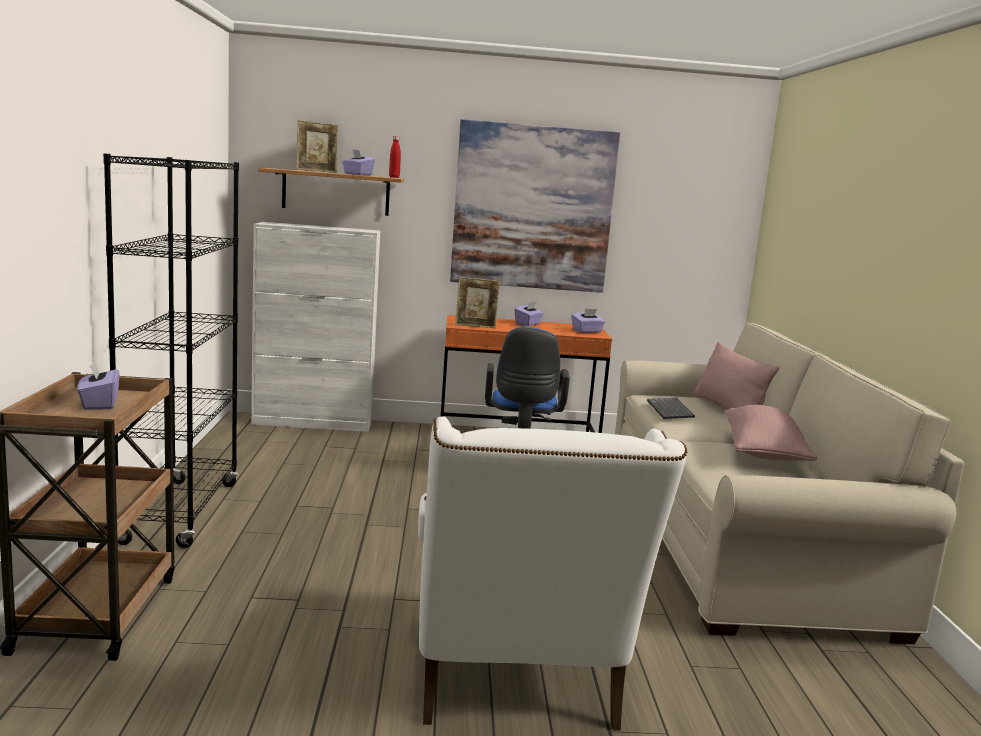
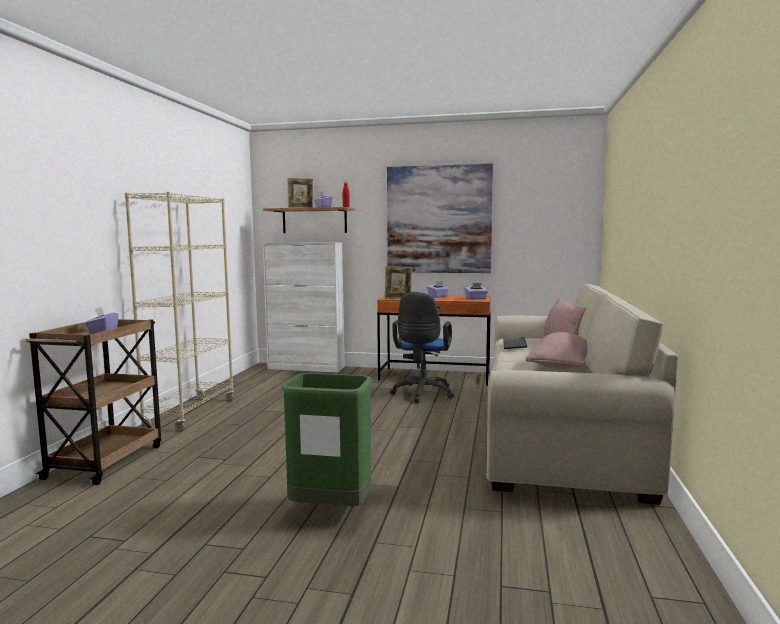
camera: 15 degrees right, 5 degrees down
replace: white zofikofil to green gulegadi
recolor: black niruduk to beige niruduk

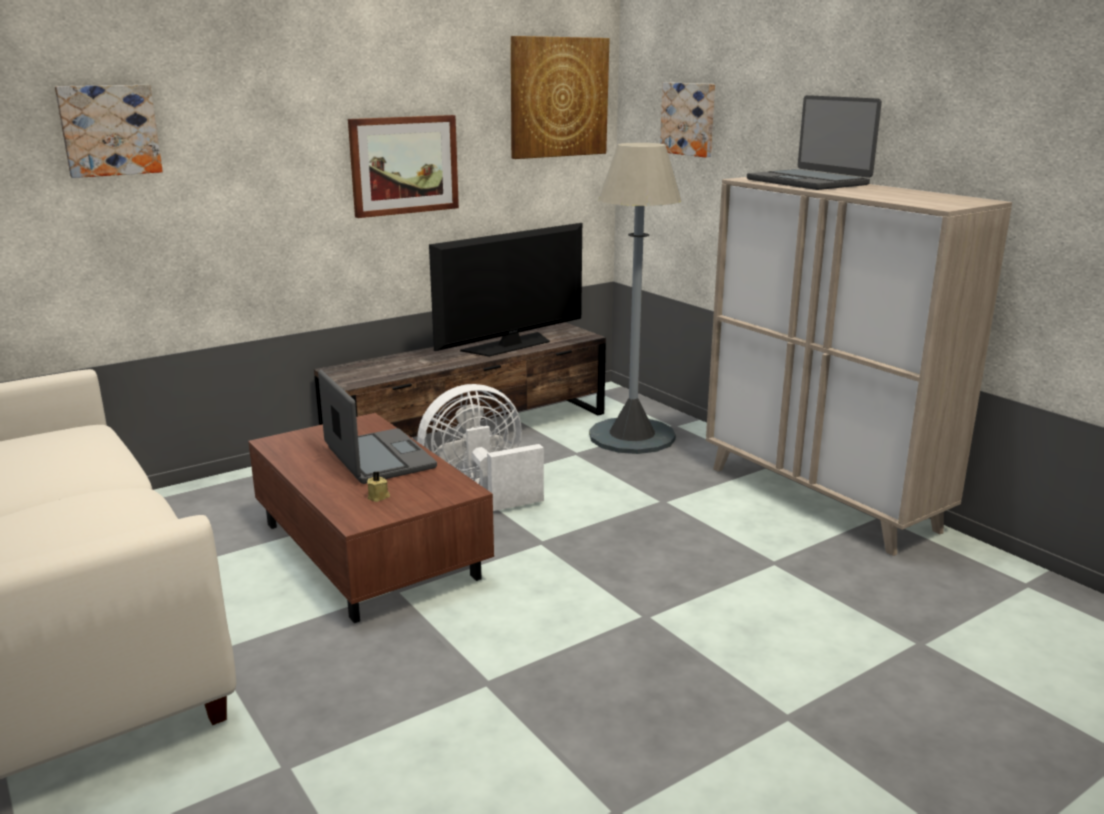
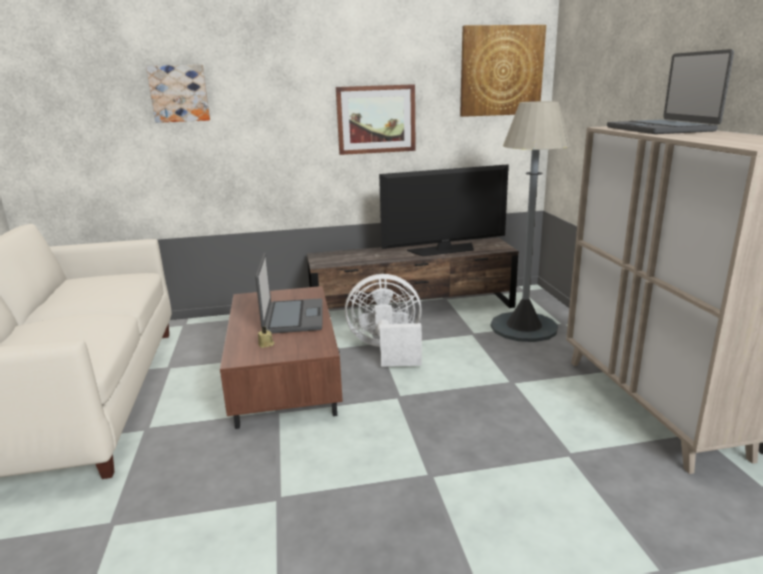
camera: 25 degrees right, 0 degrees up
delete: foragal (4th from left)

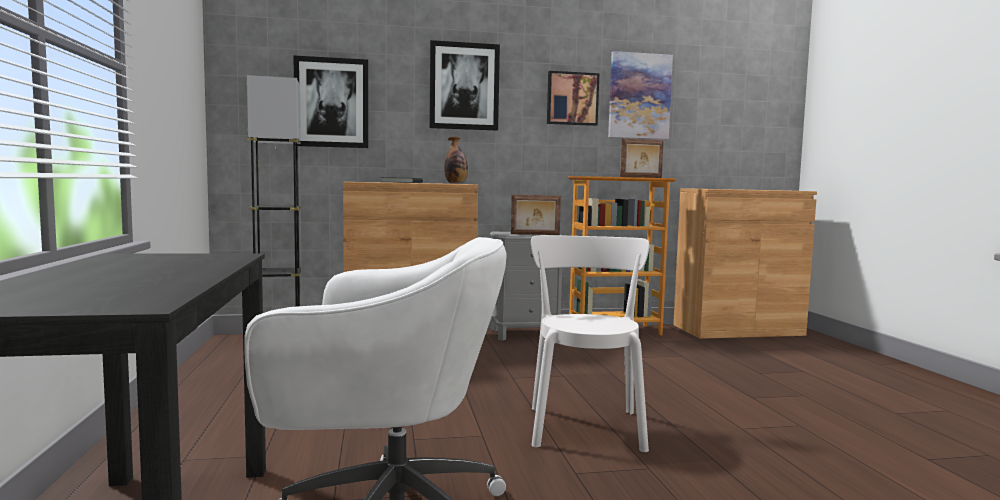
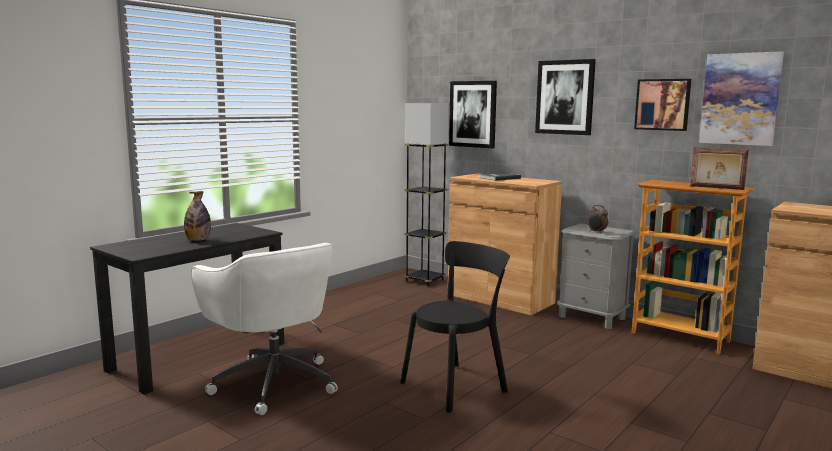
camera: 50 degrees right, 5 degrees up
move: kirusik
replace: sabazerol (1st from left) to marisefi
recolor: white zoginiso to black zoginiso

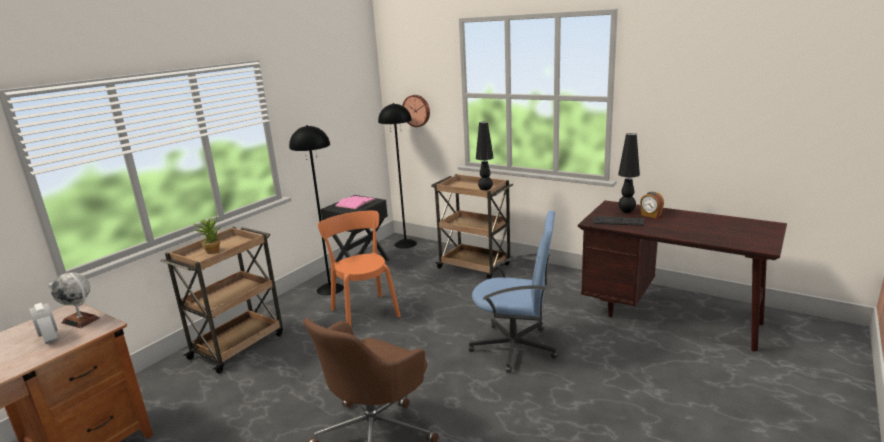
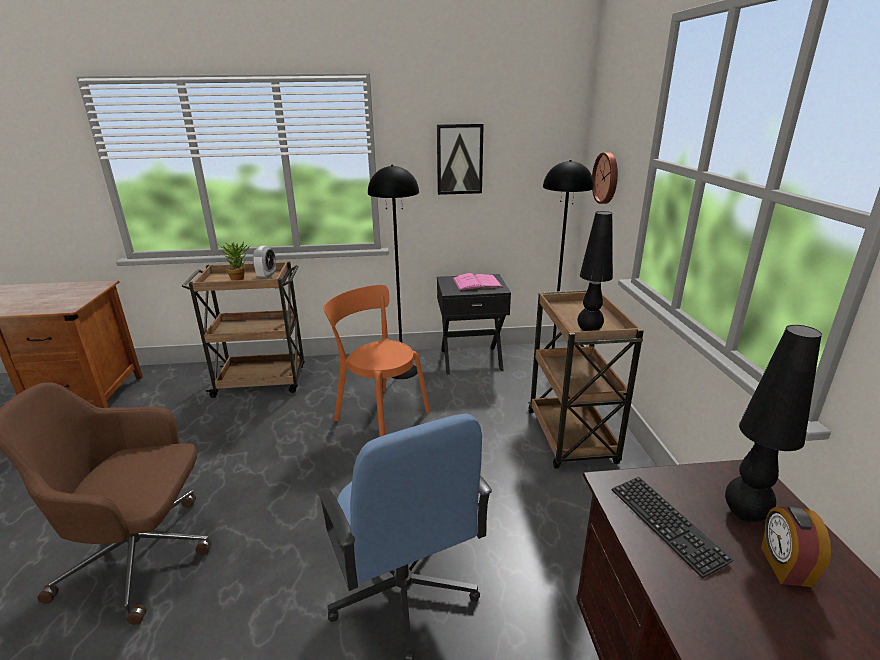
camera: 50 degrees right, 5 degrees up
delete: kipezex
insert: foragal
move: marisefi (1st from left)
rotate: orange zoginiso 75 degrees counterclockwise

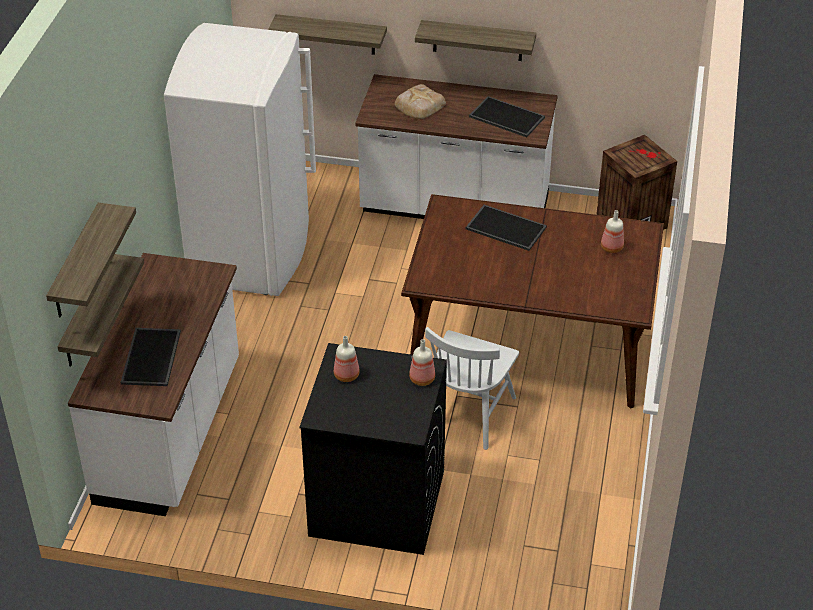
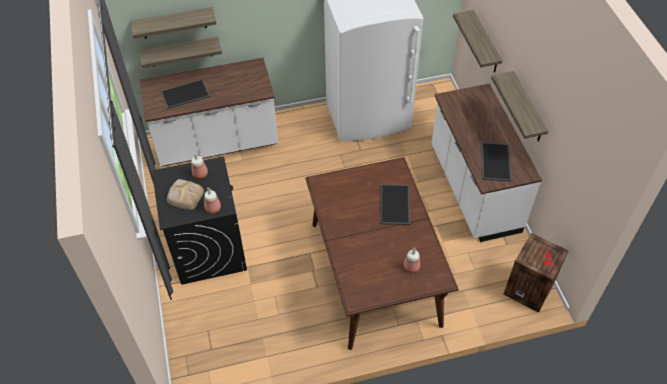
camera: 65 degrees right, 10 degrees up
delete: white zoginiso
move: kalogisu

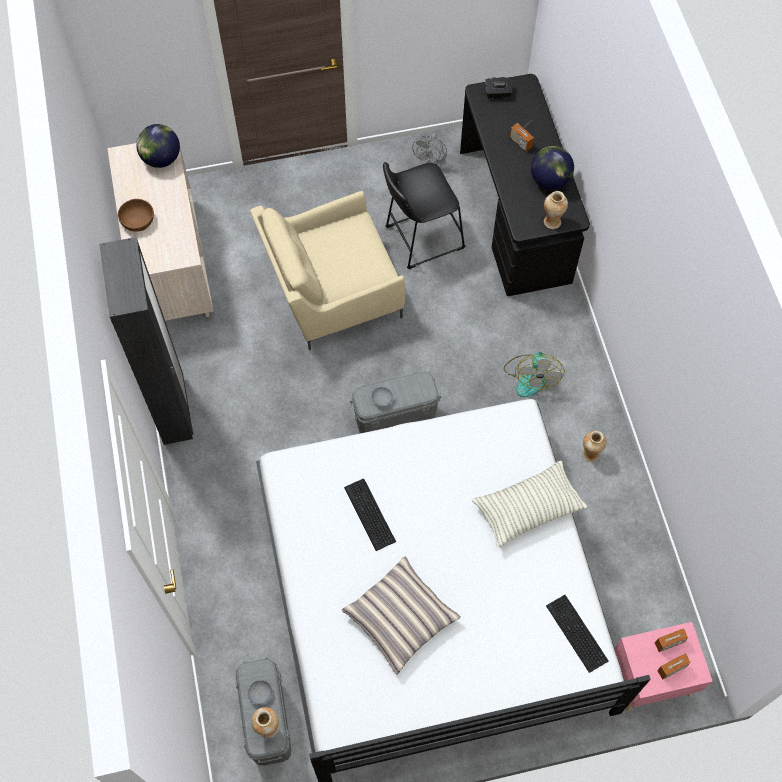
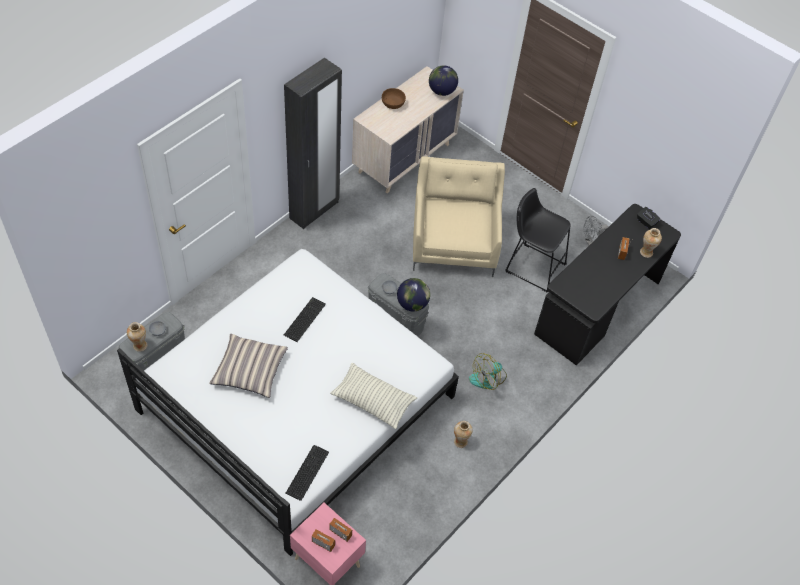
camera: 50 degrees right, 10 degrees down
move: kipezex (2nd from left in the first image) to kipezex (1st from left); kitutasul (2nd from left in the first image) to kitutasul (3rd from left)
rotate: beige zofikofil 60 degrees clockwise

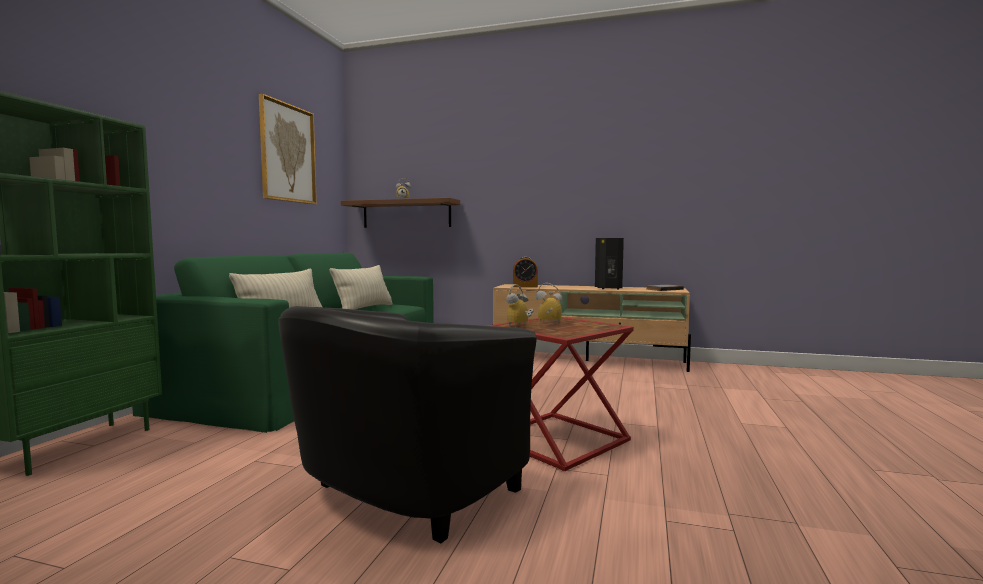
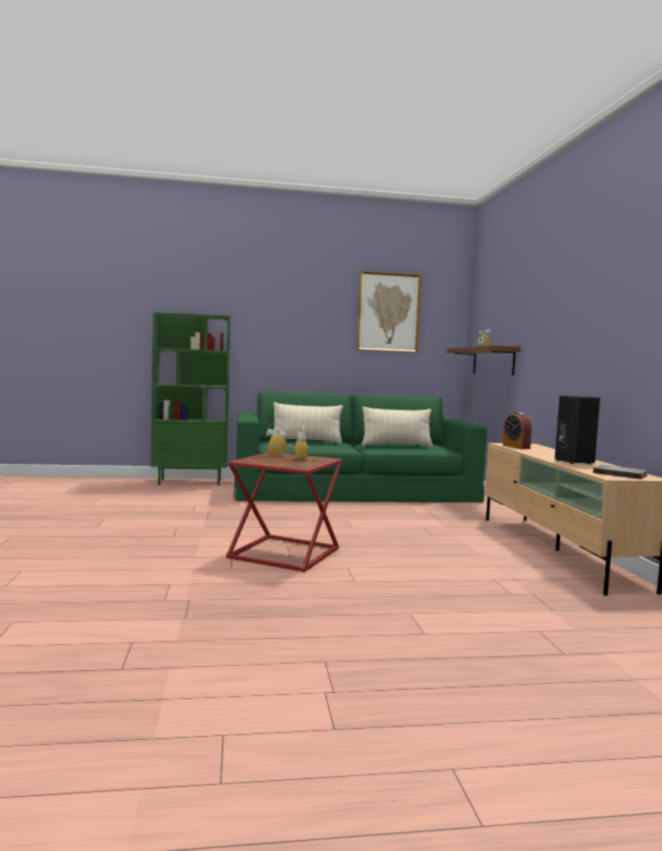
camera: 65 degrees right, 0 degrees up
delete: black zofikofil

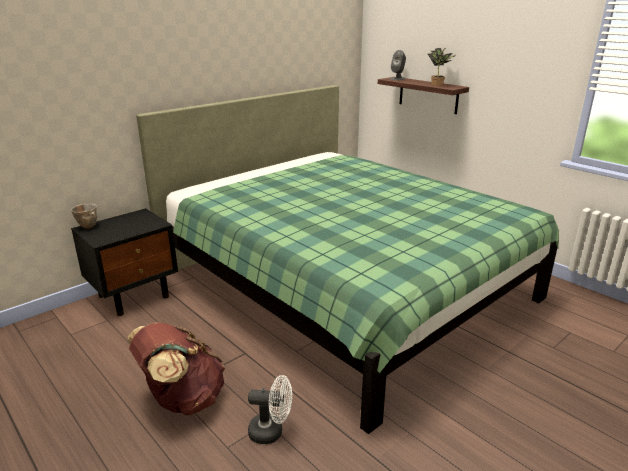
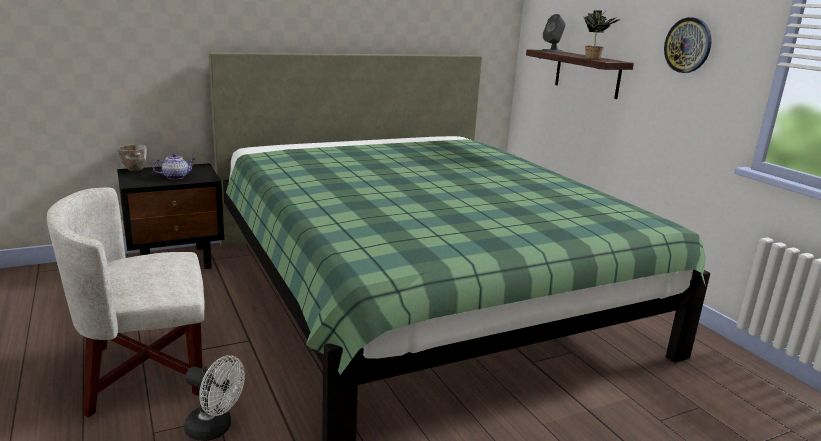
camera: 15 degrees right, 5 degrees down
insert: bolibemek; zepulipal
replace: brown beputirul to white zofikofil

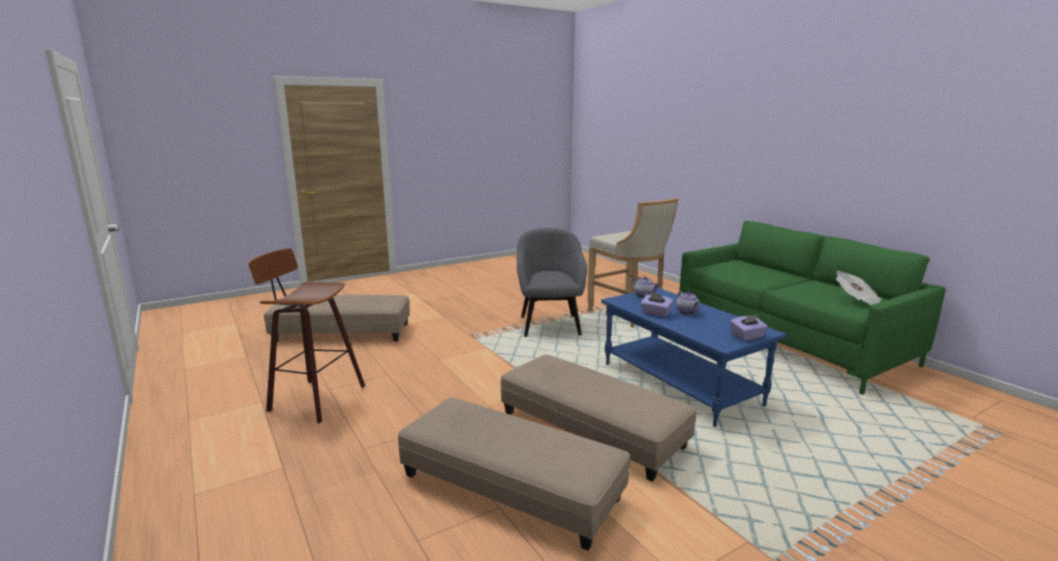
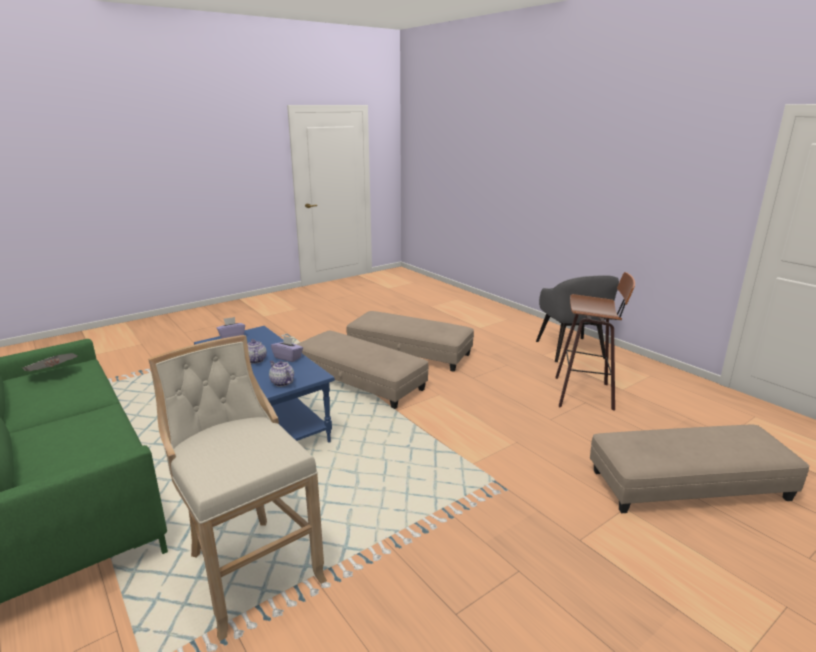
camera: 175 degrees right, 5 degrees up
move: grey zofikofil

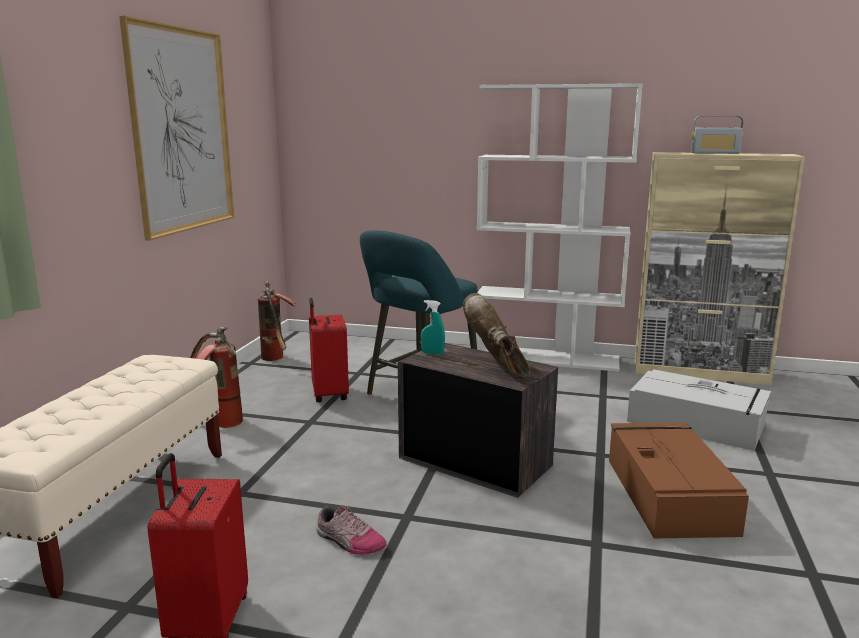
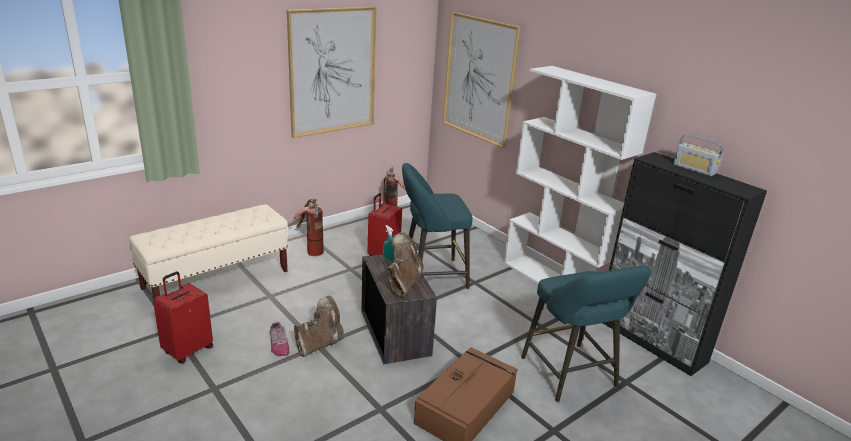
camera: 35 degrees right, 10 degrees up
insert: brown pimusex (1st from left); foragal (2nd from left)
replace: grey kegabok to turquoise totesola (2nd from left)
recolor: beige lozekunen to black lozekunen

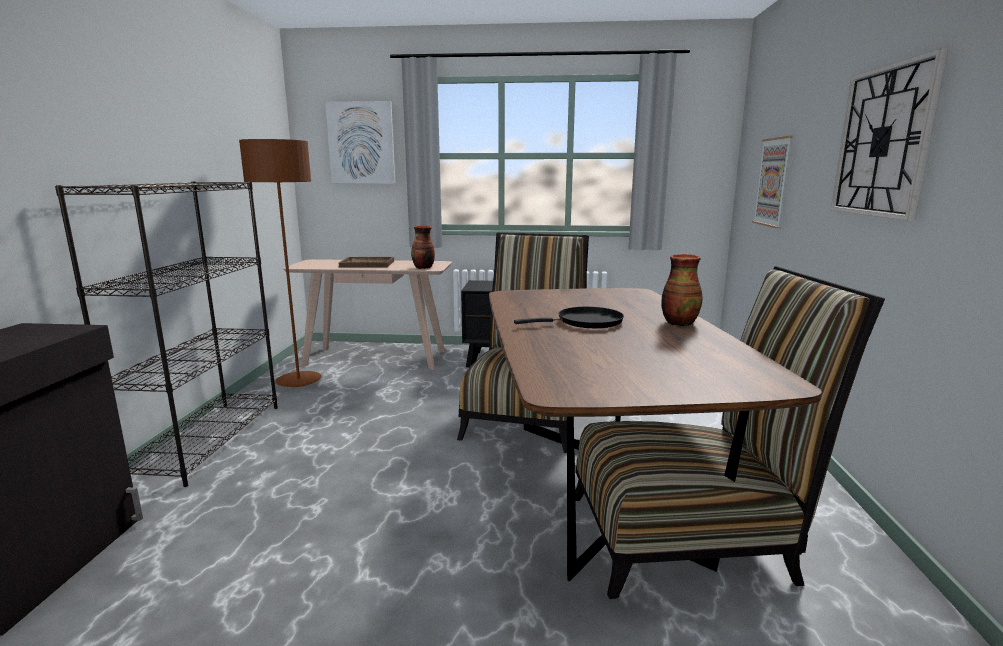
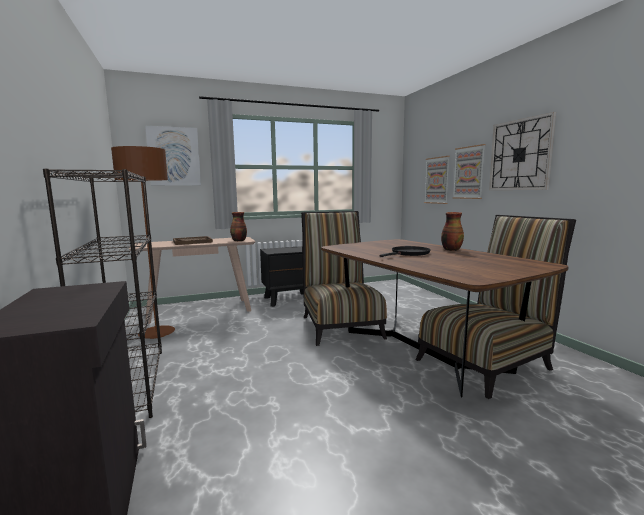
camera: 25 degrees left, 5 degrees down
insert: foragal (3rd from left)

